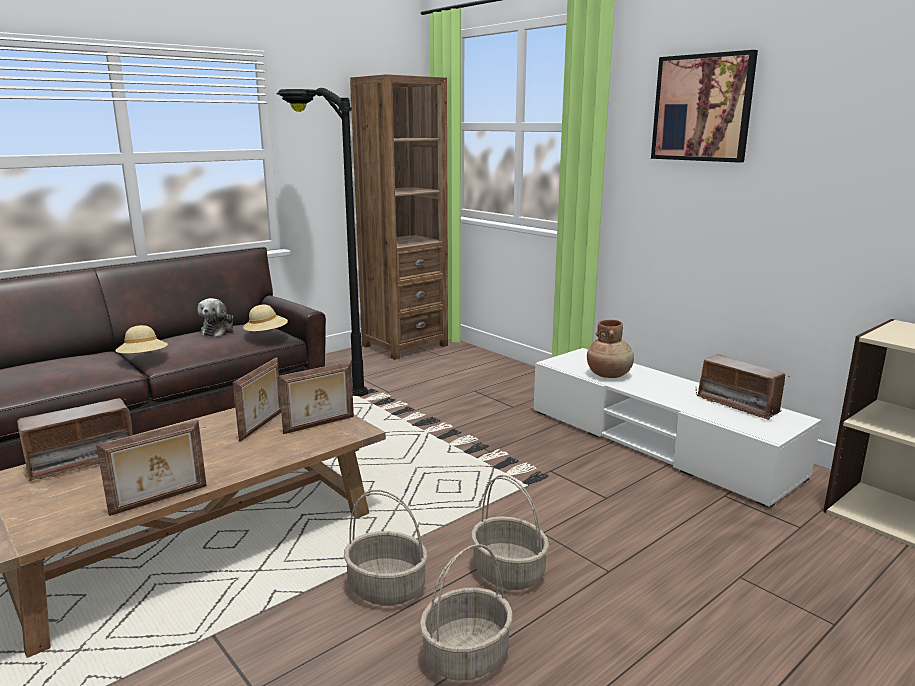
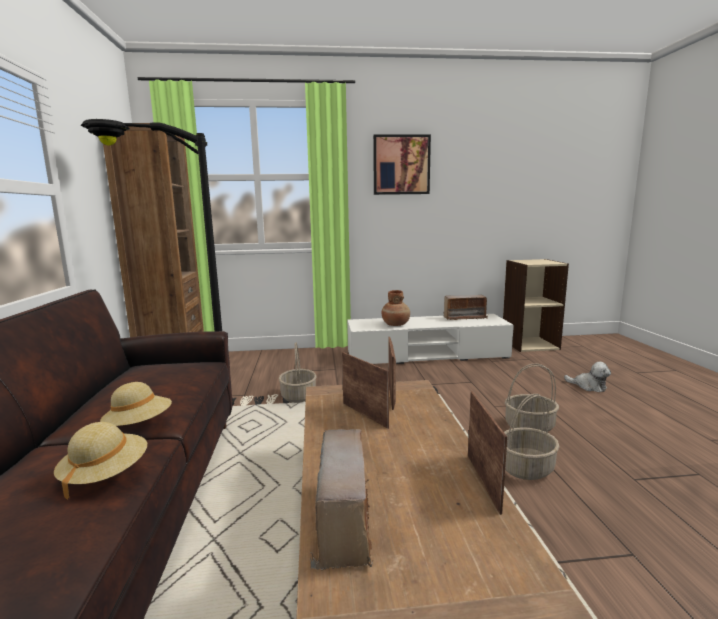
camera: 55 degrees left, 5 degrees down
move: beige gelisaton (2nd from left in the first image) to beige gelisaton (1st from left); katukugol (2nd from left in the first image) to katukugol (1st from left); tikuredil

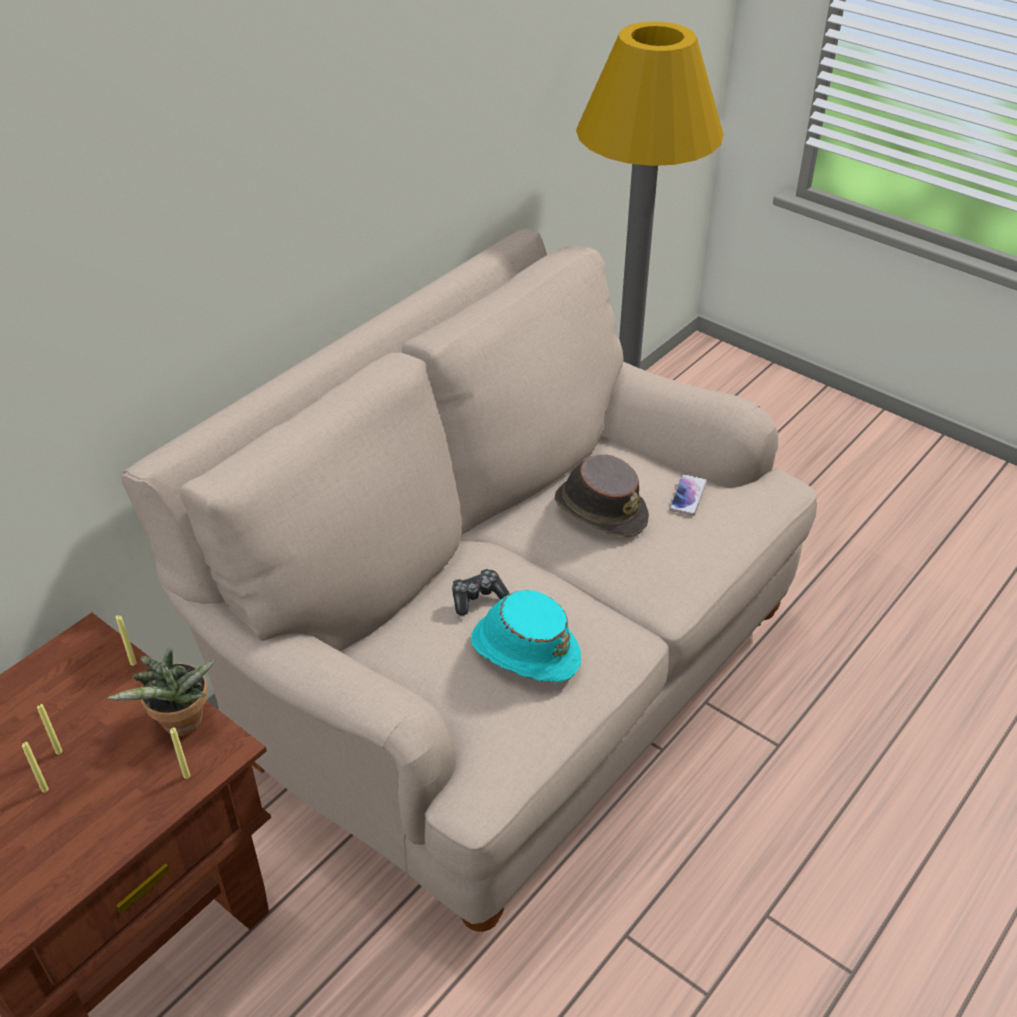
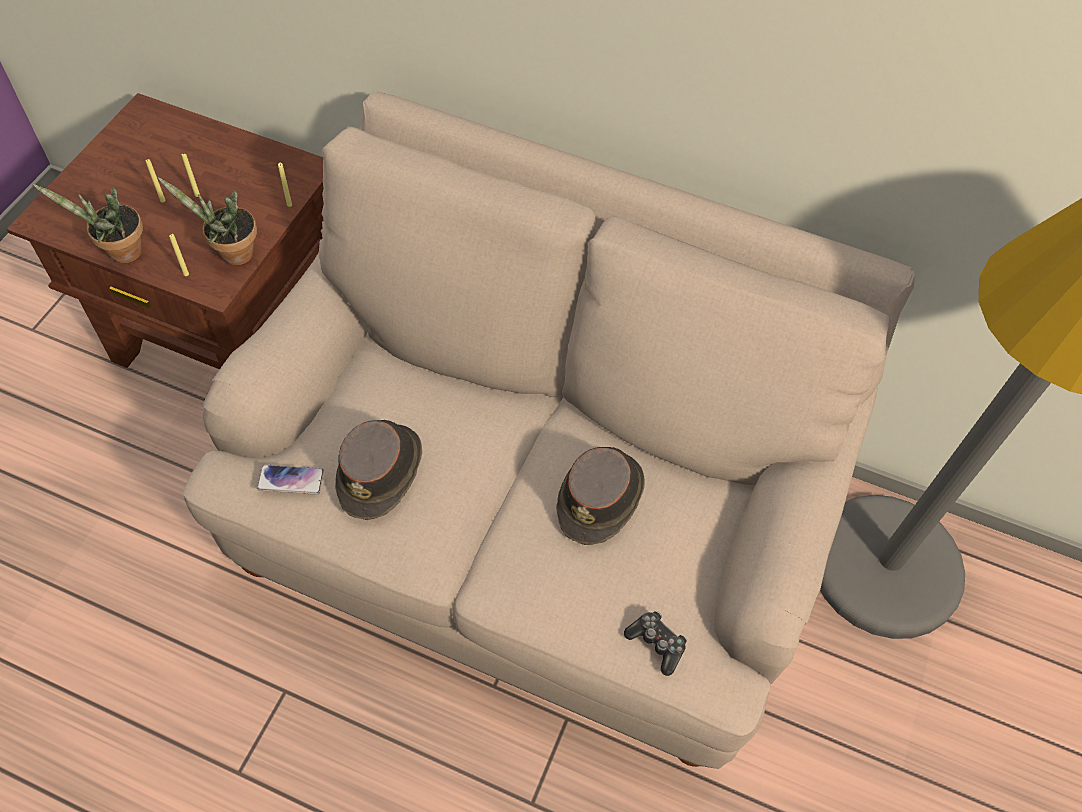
camera: 70 degrees right, 15 degrees up
insert: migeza (1st from left)
move: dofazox; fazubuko
recolor: turquoise gelisaton to brown gelisaton (1st from left)

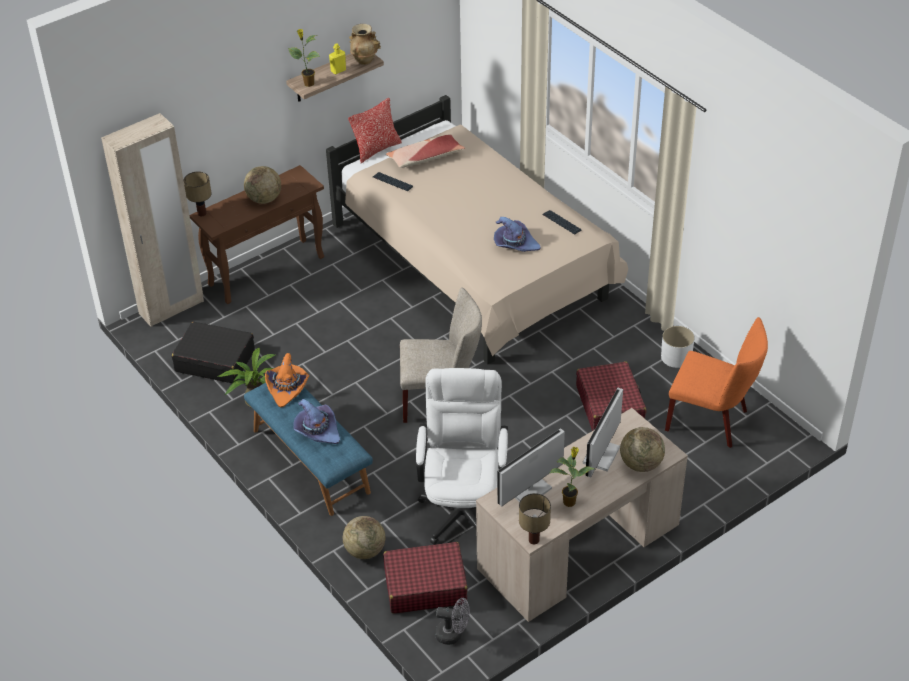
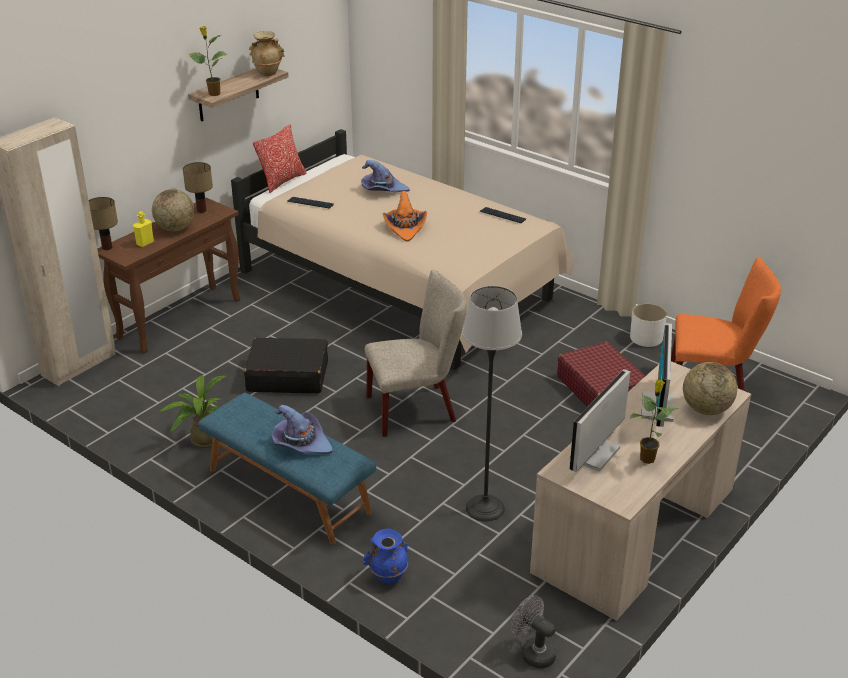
camera: 15 degrees left, 10 degrees down
delete: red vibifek (1st from left); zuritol (2nd from left)
move: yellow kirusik; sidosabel (2nd from left); black vibifek; purple gelisaton (2nd from left); orange gelisaton
replace: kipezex (2nd from left) to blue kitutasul; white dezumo to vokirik
rotate: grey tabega 135 degrees counterclockwise

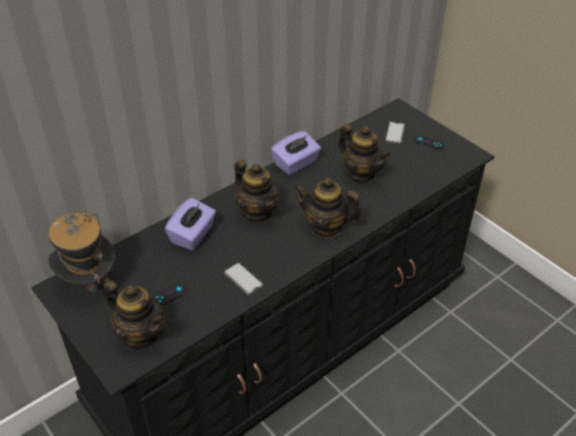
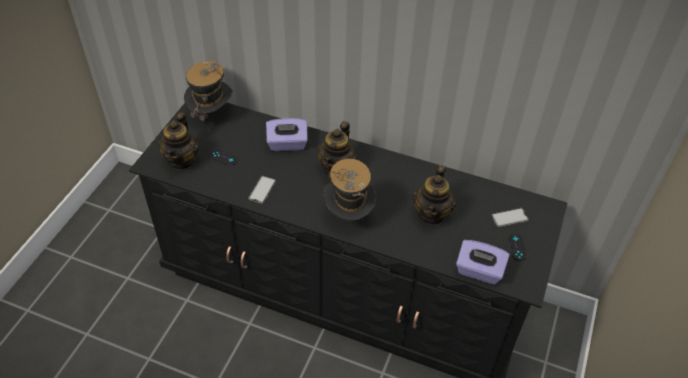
camera: 60 degrees right, 5 degrees up
move: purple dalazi (2nd from left)
replace: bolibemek (3rd from left) to gelisaton (2nd from left)

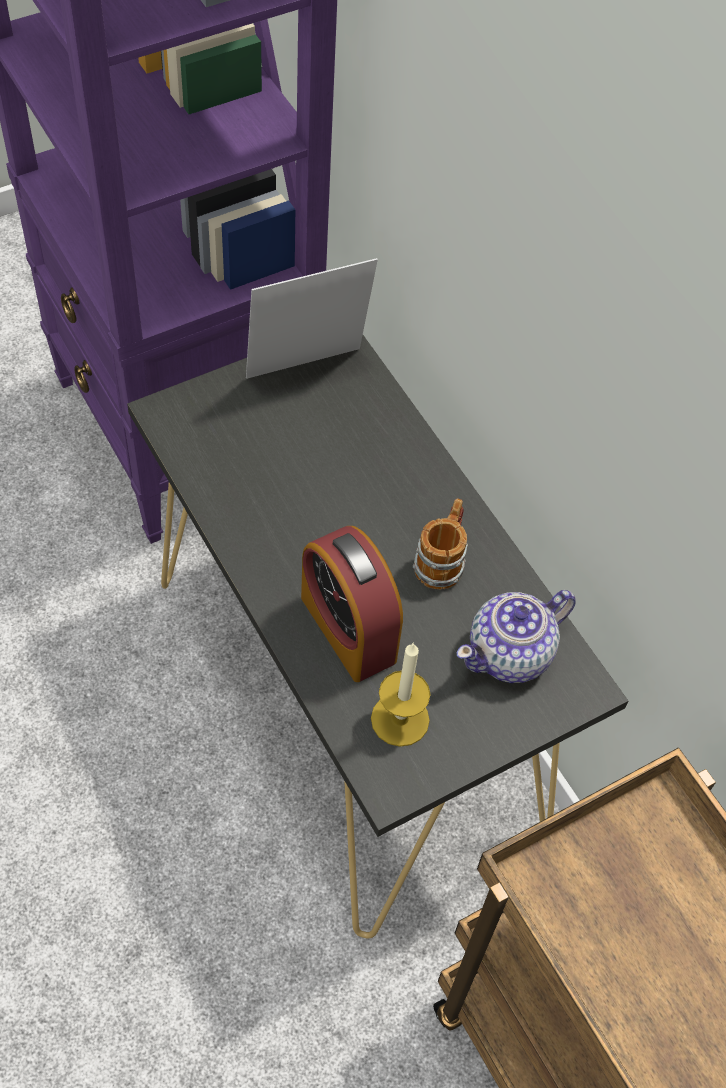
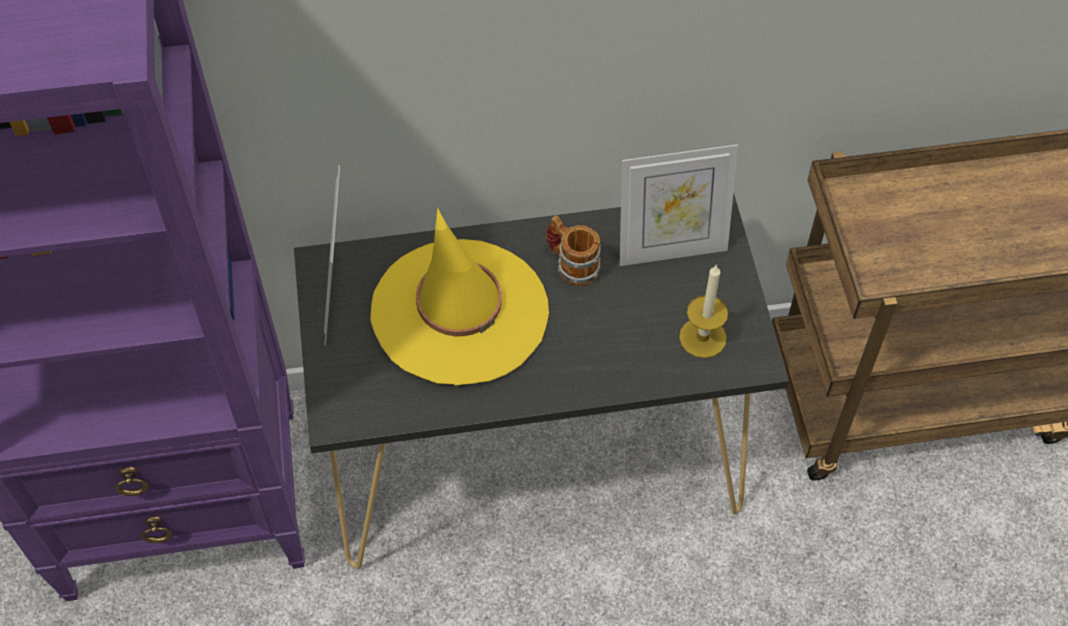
camera: 65 degrees left, 0 degrees up
delete: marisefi
insert: yellow gelisaton
replace: bolibemek to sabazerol (2nd from left)

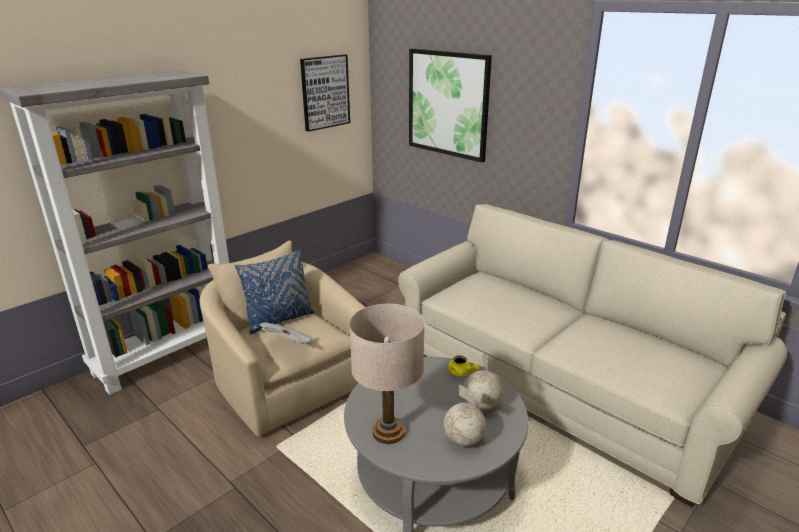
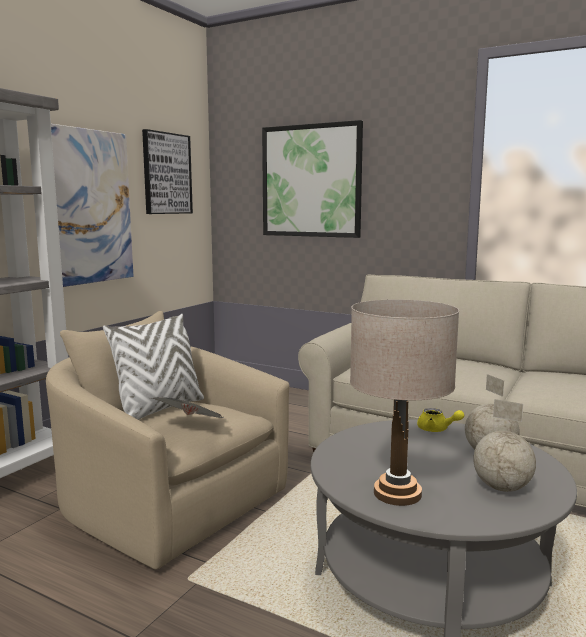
camera: 15 degrees left, 15 degrees down
insert: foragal (1st from left)
recolor: blue zuritol to white zuritol

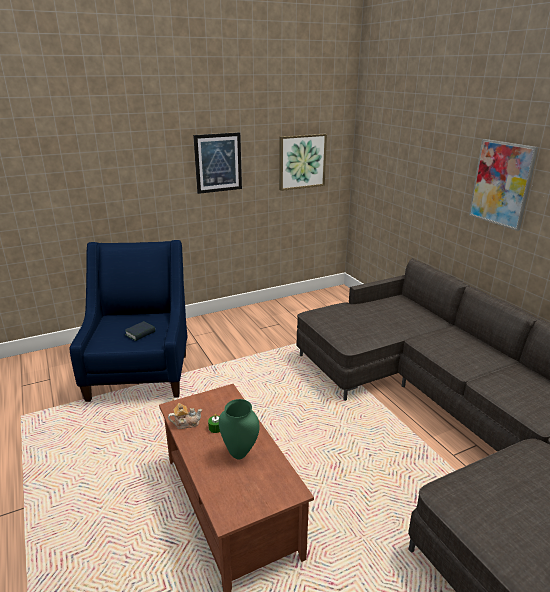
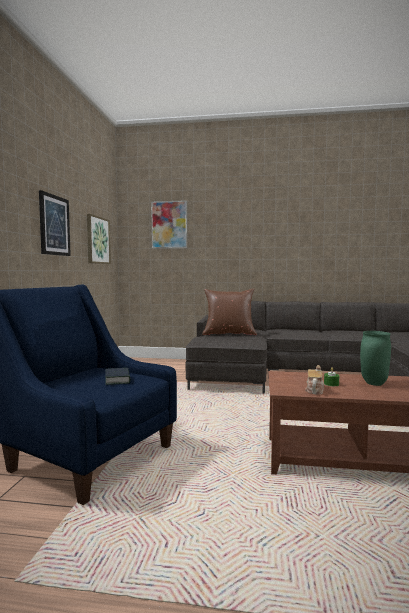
camera: 55 degrees left, 20 degrees down
insert: brown zuritol
move: foragal (3rd from left)

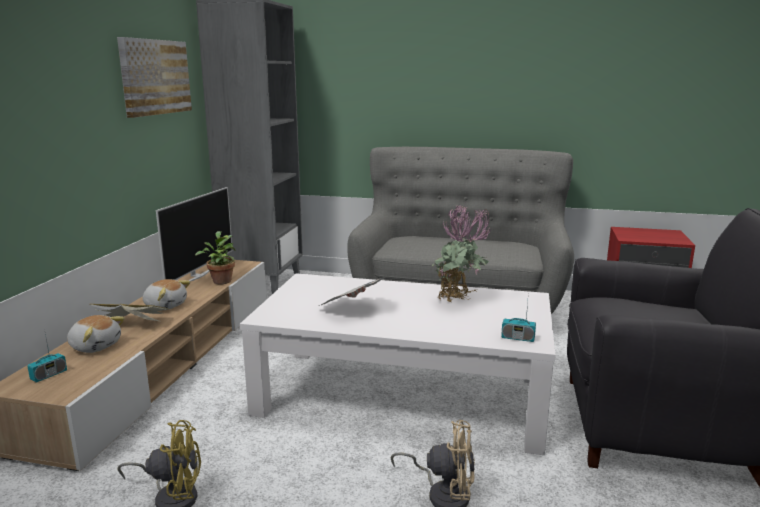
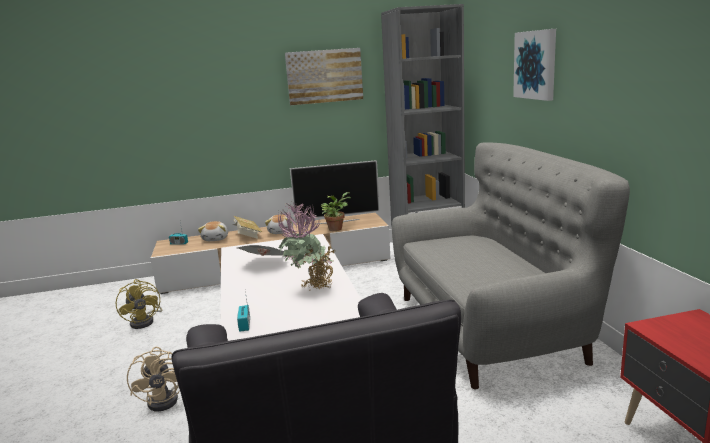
camera: 65 degrees right, 0 degrees up
insert: foragal (2nd from left)

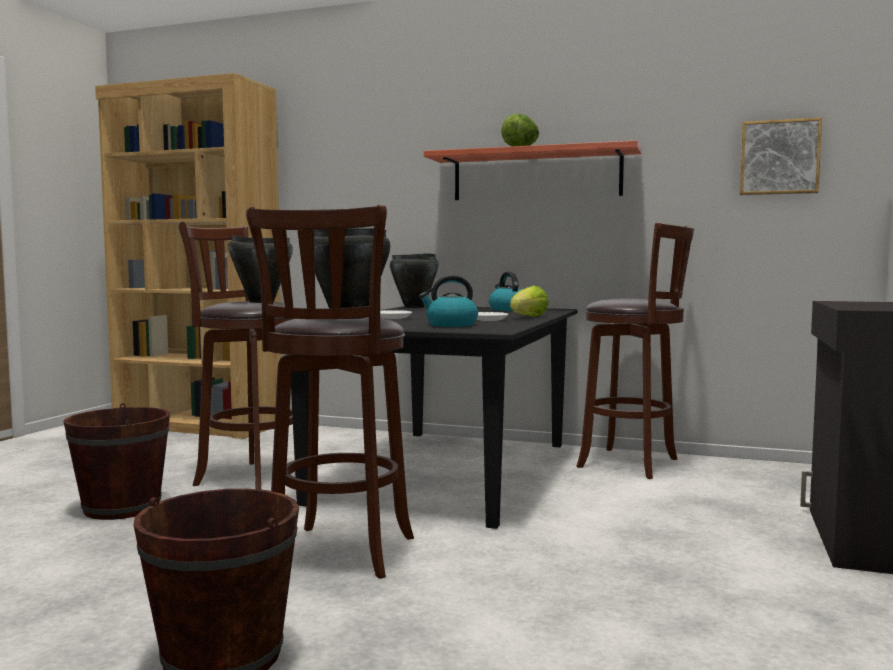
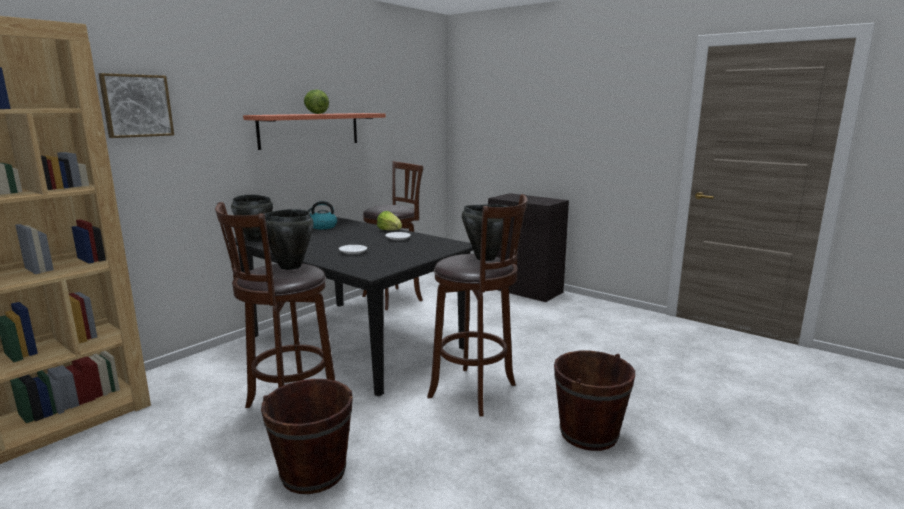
camera: 70 degrees left, 10 degrees up
delete: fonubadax (1st from left)
move: foragal

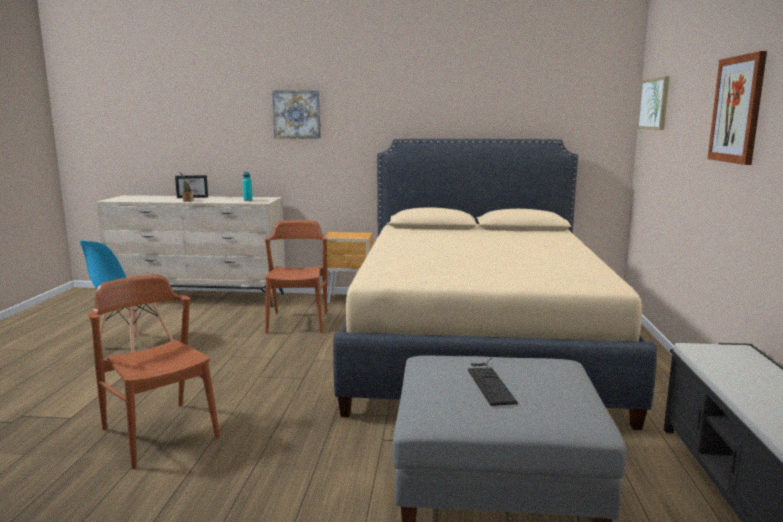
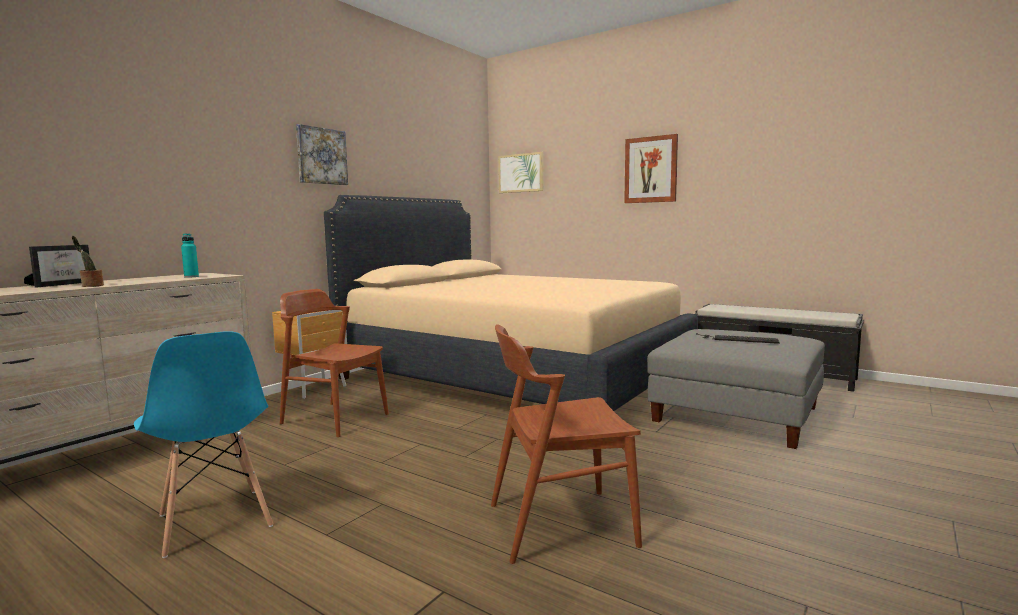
camera: 60 degrees left, 5 degrees down
move: foragal (1st from left)

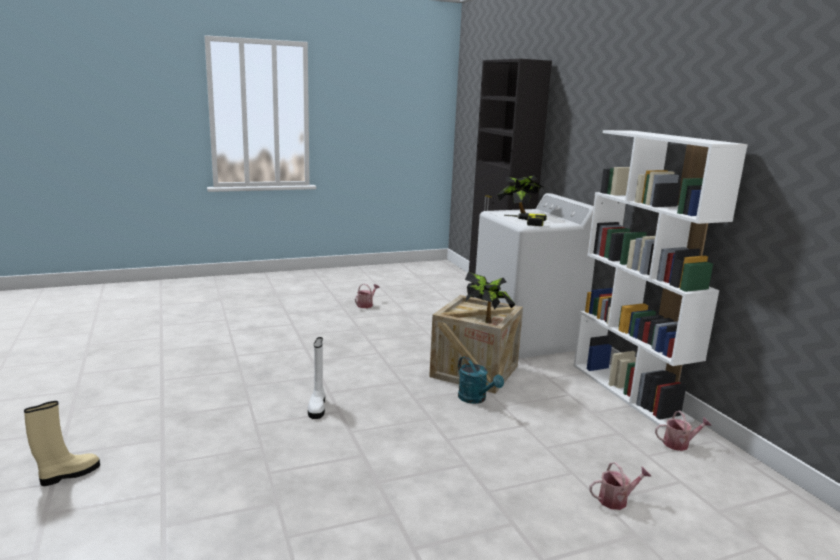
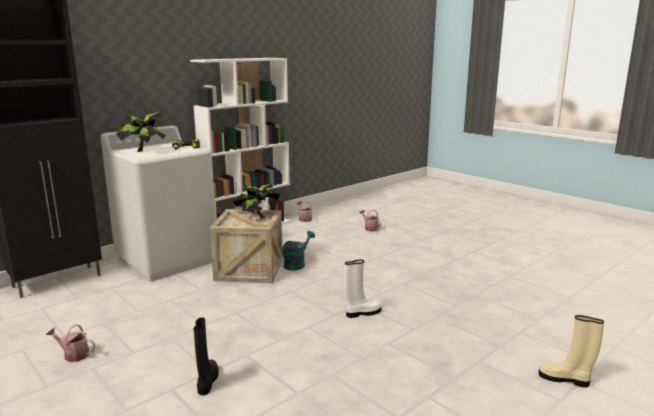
camera: 110 degrees left, 0 degrees up
insert: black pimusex

